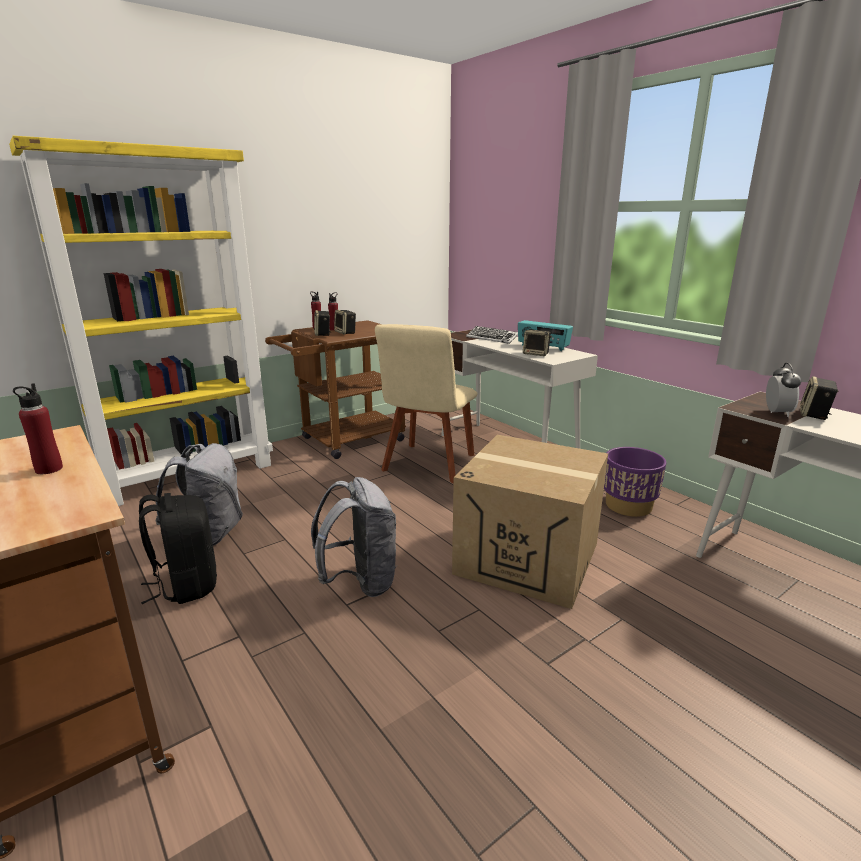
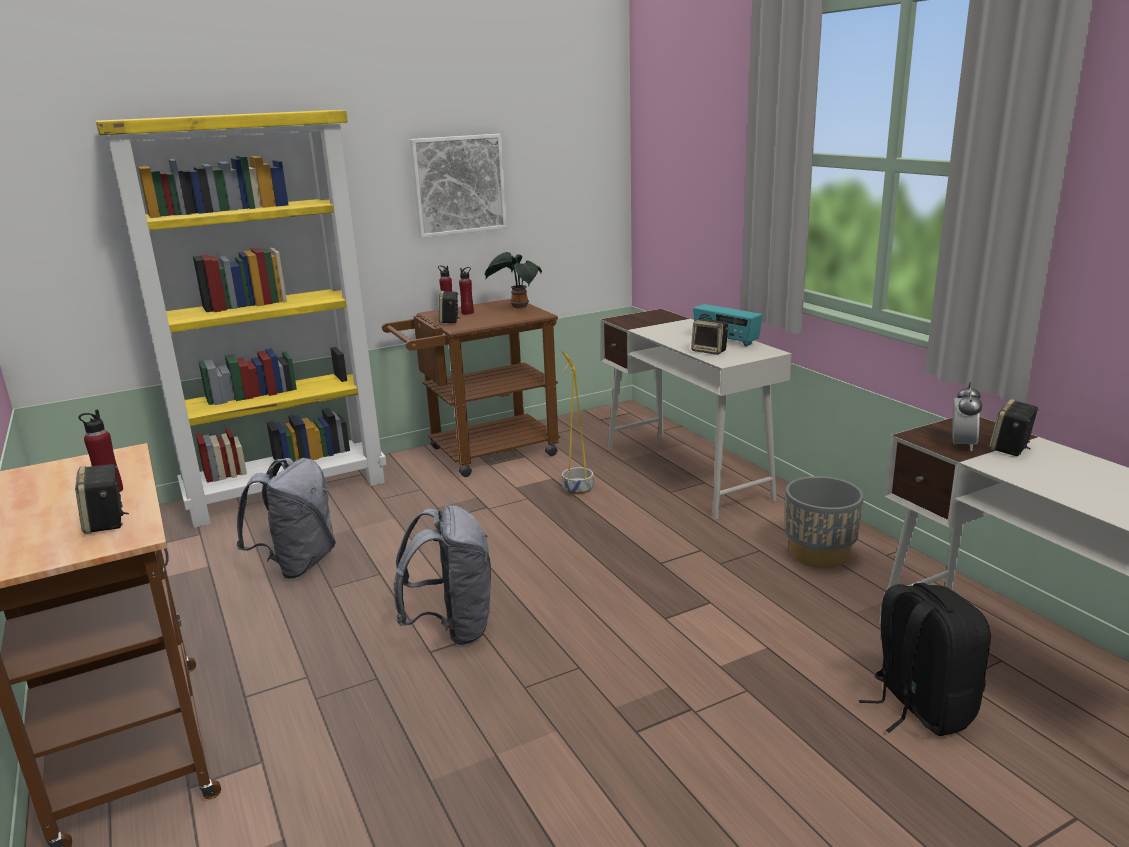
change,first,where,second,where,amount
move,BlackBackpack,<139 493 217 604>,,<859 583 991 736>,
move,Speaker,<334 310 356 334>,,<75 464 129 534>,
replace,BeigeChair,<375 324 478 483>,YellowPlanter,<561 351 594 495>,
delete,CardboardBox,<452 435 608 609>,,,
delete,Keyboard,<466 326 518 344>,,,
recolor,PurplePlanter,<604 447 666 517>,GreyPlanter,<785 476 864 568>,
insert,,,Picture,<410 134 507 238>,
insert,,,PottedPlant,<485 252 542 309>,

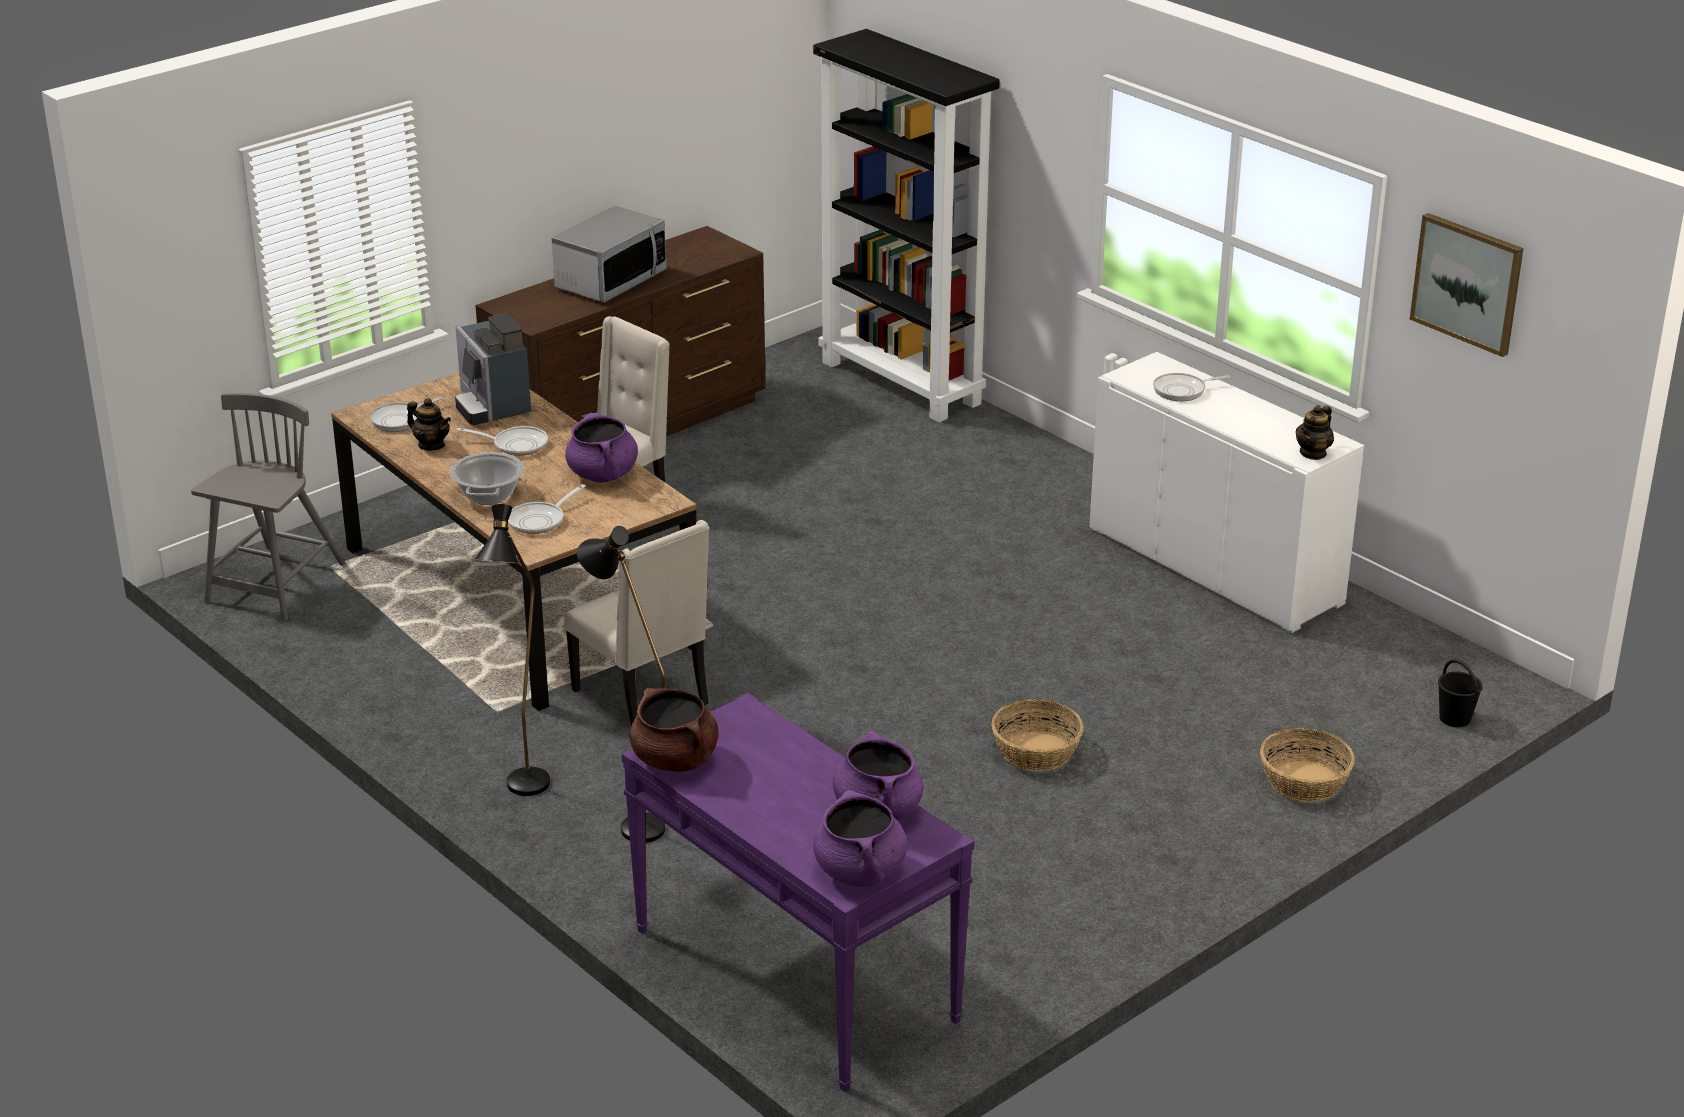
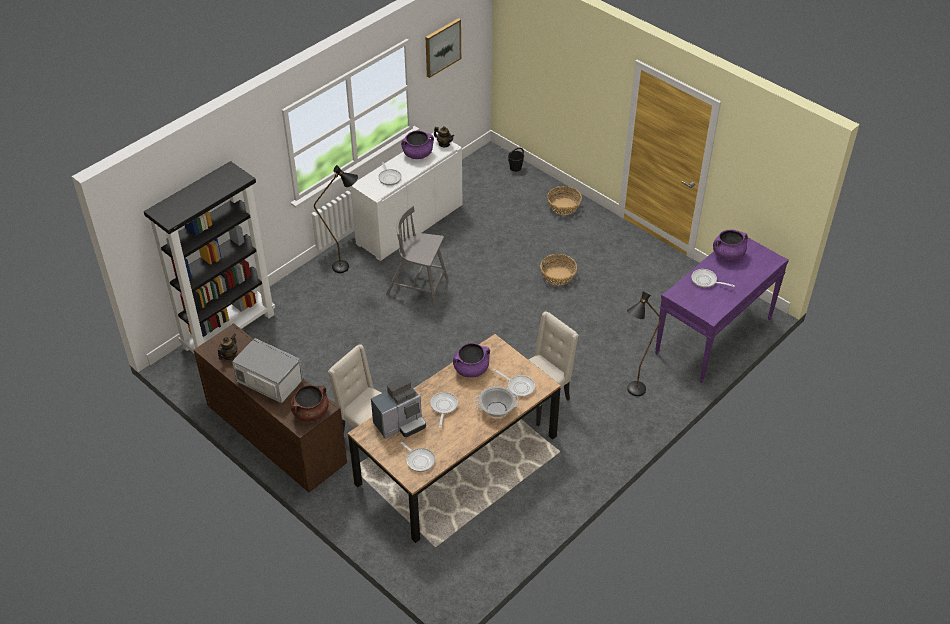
change,first,where,second,where,amount
move,GreyChair,<191 393 346 621>,,<386 205 448 306>,
move,Teapot,<407 398 451 450>,,<218 334 237 360>,
move,BlackFloorLamp,<474 504 550 796>,,<314 165 358 273>,
move,BrownCookingPot,<630 688 718 772>,,<290 385 329 422>,
move,PurpleCookingPot,<813 790 907 887>,,<401 131 434 159>,
insert,,,FryingPan,<691 269 735 287>,

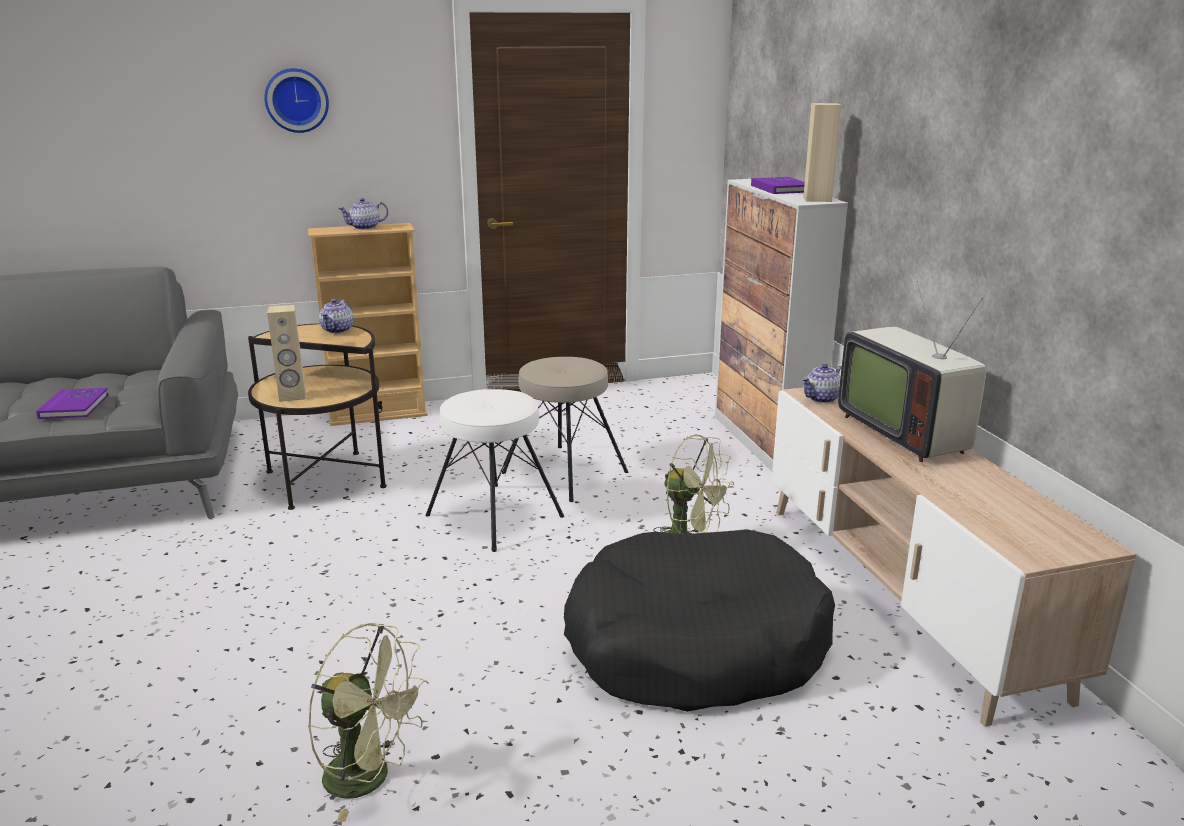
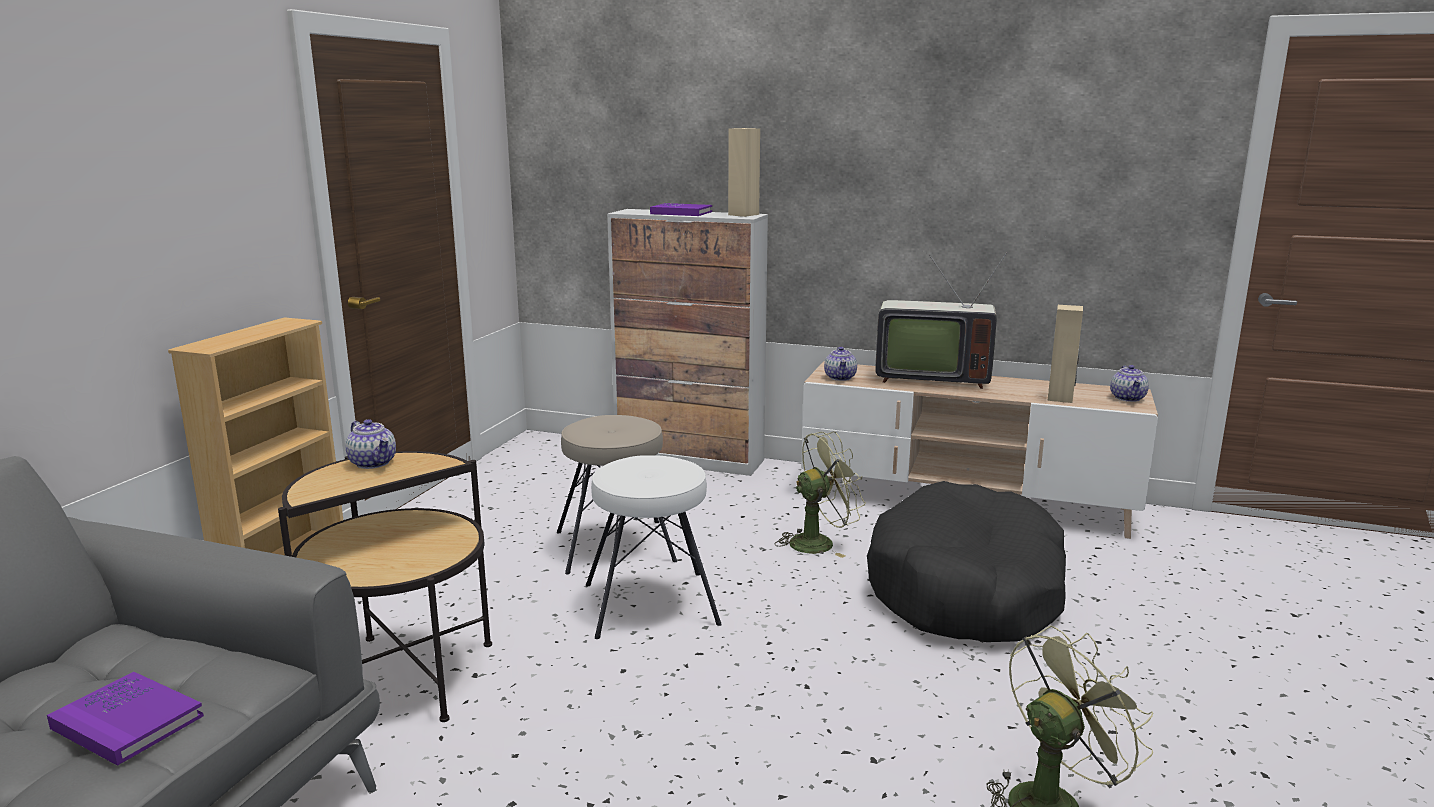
change,first,where,second,where,amount
delete,WallClock,<264 68 329 133>,,,
move,BeigeSpeaker,<267 305 306 402>,,<1047 305 1083 403>,
move,Teapot,<338 198 388 230>,,<1110 365 1149 402>,

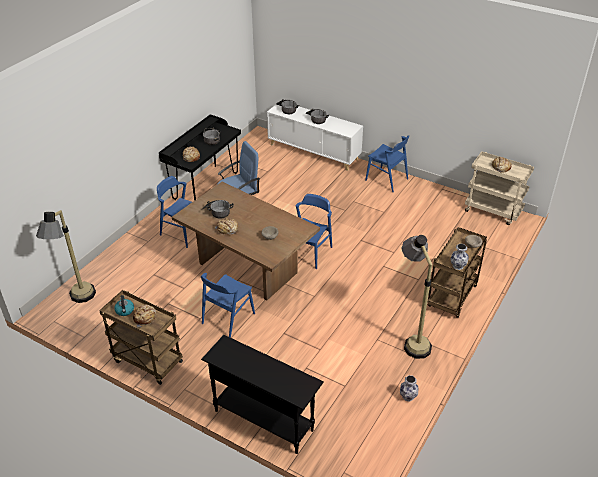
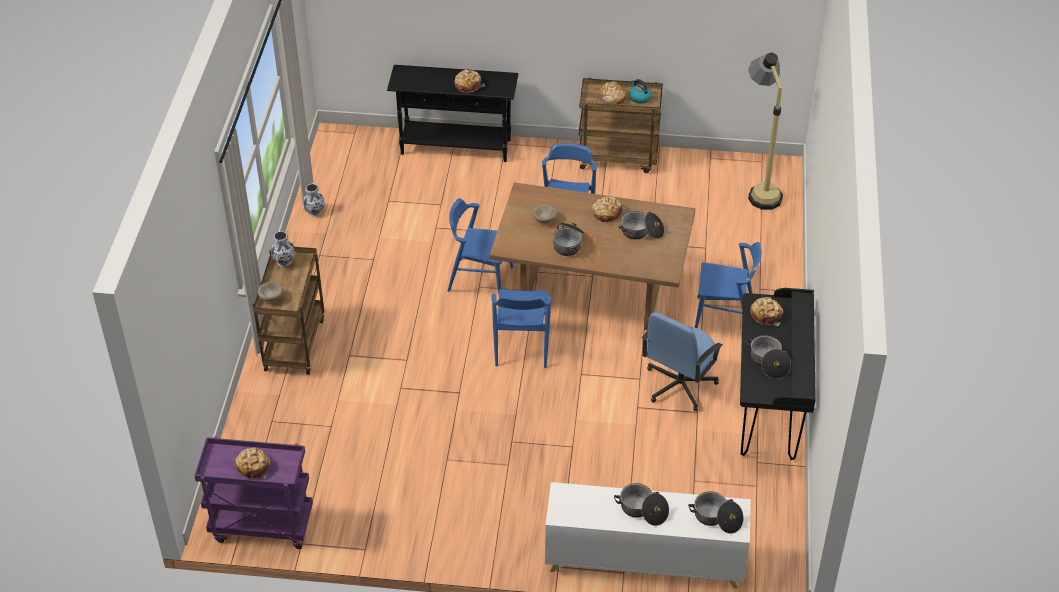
change,first,where,second,where,amount
move,BlueChair,<365 136 409 192>,,<448 198 513 293>,
delete,FloorLamp,<401 235 432 359>,,,
recolor,BeigeCart,<465 151 534 225>,PurpleCart,<194 437 313 549>,
insert,,,Bread,<454 70 485 93>,
insert,,,CookingPot,<553 223 585 256>,

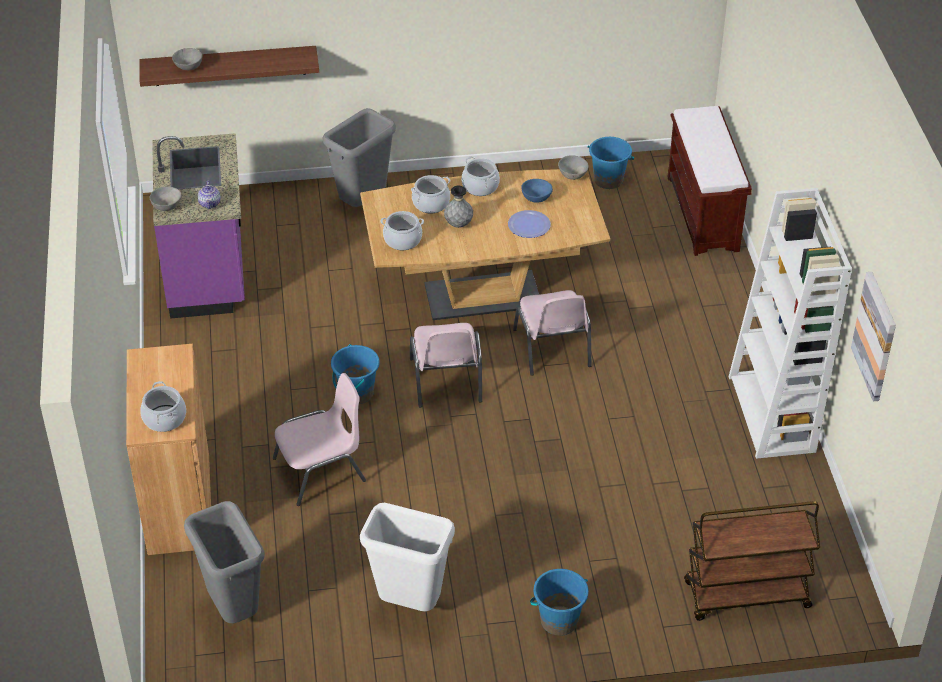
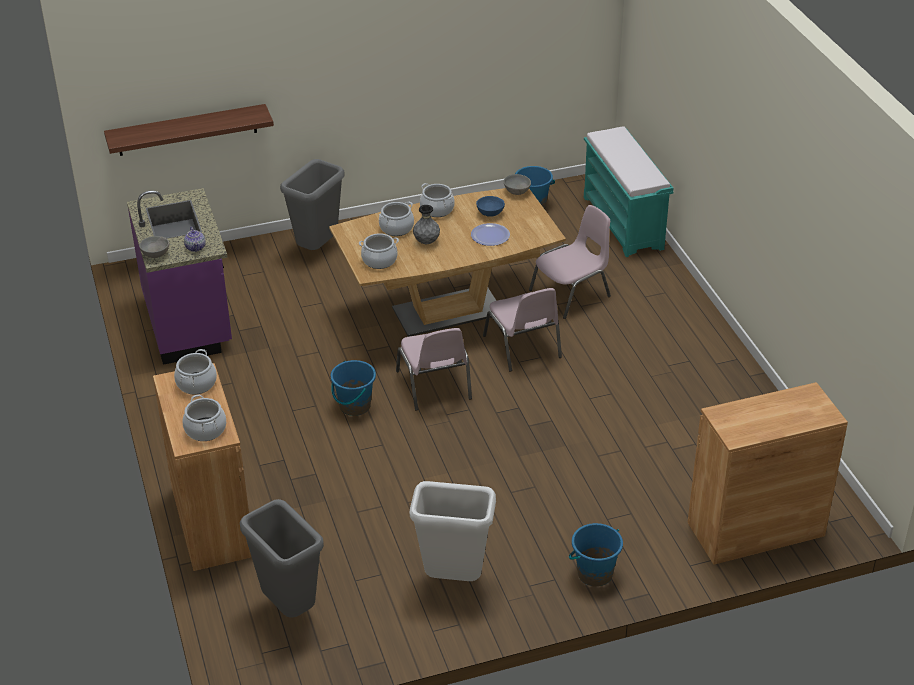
change,first,where,second,where,amount
delete,GreyBowl,<172 48 202 70>,,,
move,PinkChair,<273 373 366 506>,,<529 205 611 319>,
recolor,BrownBench,<667 106 752 256>,TurquoiseBench,<584 126 674 257>,
replace,BrownCart,<684 501 820 621>,BrownCabinet,<688 382 848 565>,
delete,WhiteBookcase,<729 188 852 459>,,,
delete,Picture,<851 272 896 402>,,,
insert,,,CookingPot,<174 349 217 394>,

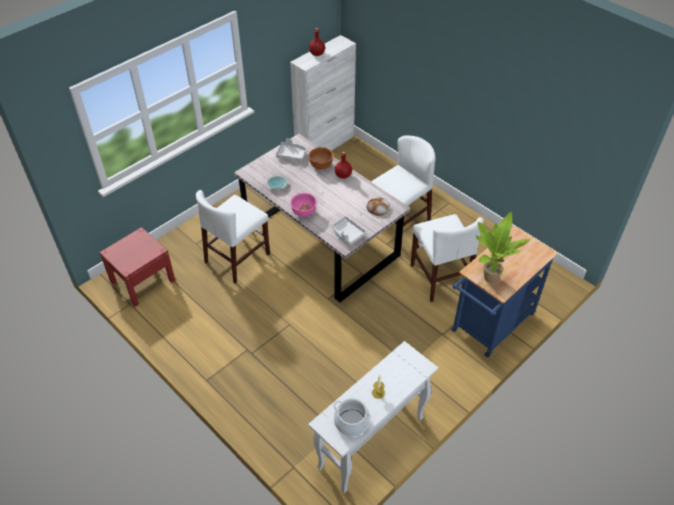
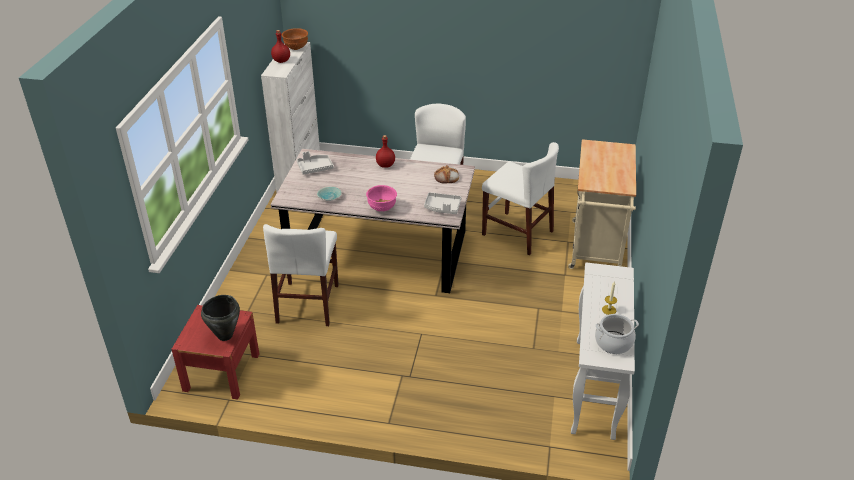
change,first,where,second,where,amount
move,BrownBowl,<309 147 333 170>,,<282 28 308 50>,
recolor,BlueCart,<451 226 558 357>,BeigeCart,<568 139 636 269>,
delete,PottedPlant,<476 212 530 283>,,,
insert,,,BlackCookingPot,<201 295 240 341>,

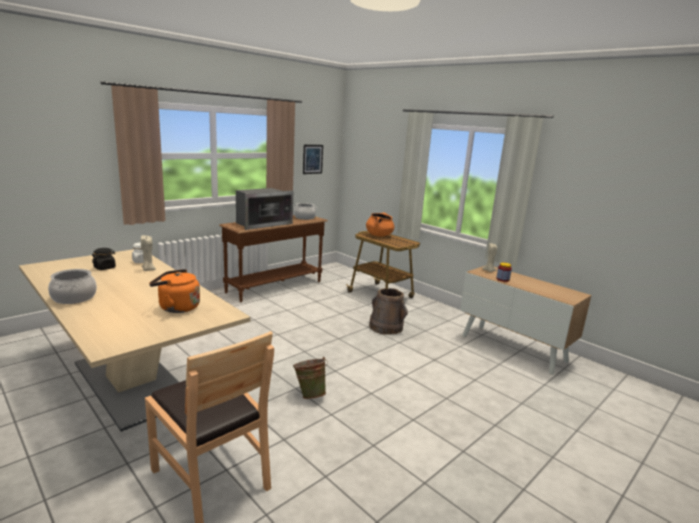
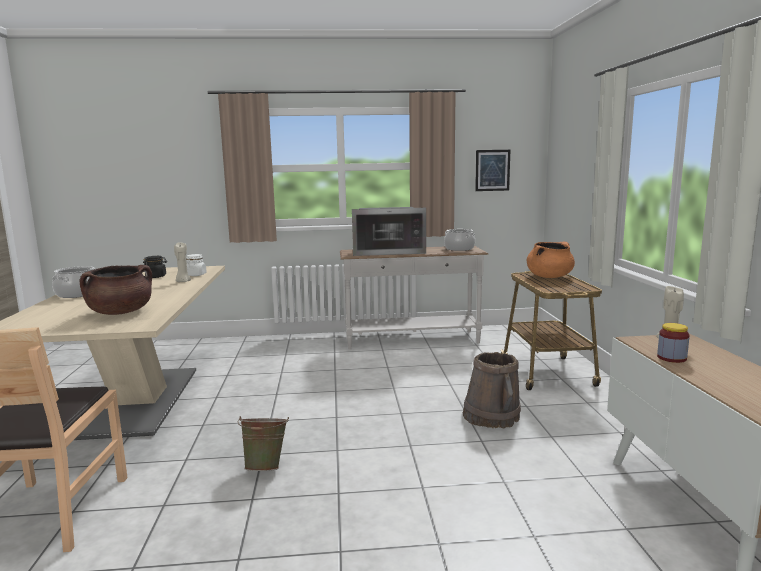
change,first,where,second,where,amount
replace,OrangeKettle,<149 269 200 313>,BrownCookingPot,<80 265 152 315>,
recolor,BrownConsoleTable,<219 215 328 302>,WhiteConsoleTable,<340 246 488 350>,

